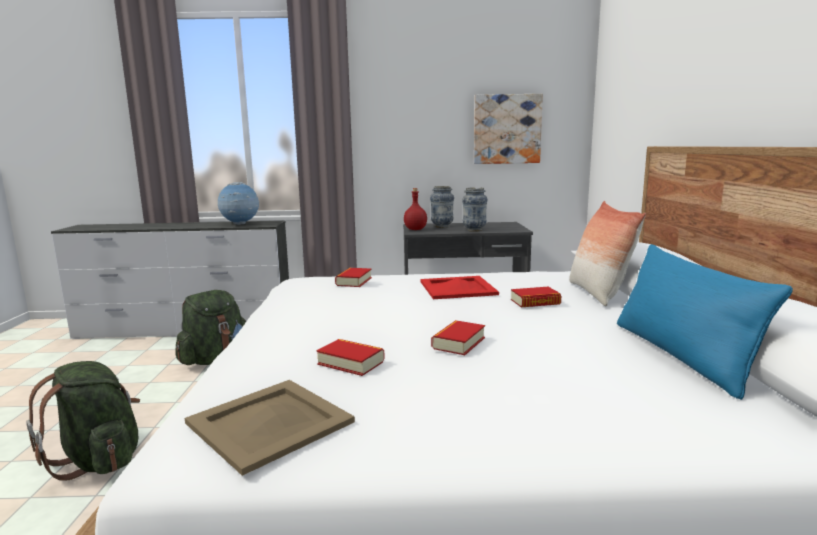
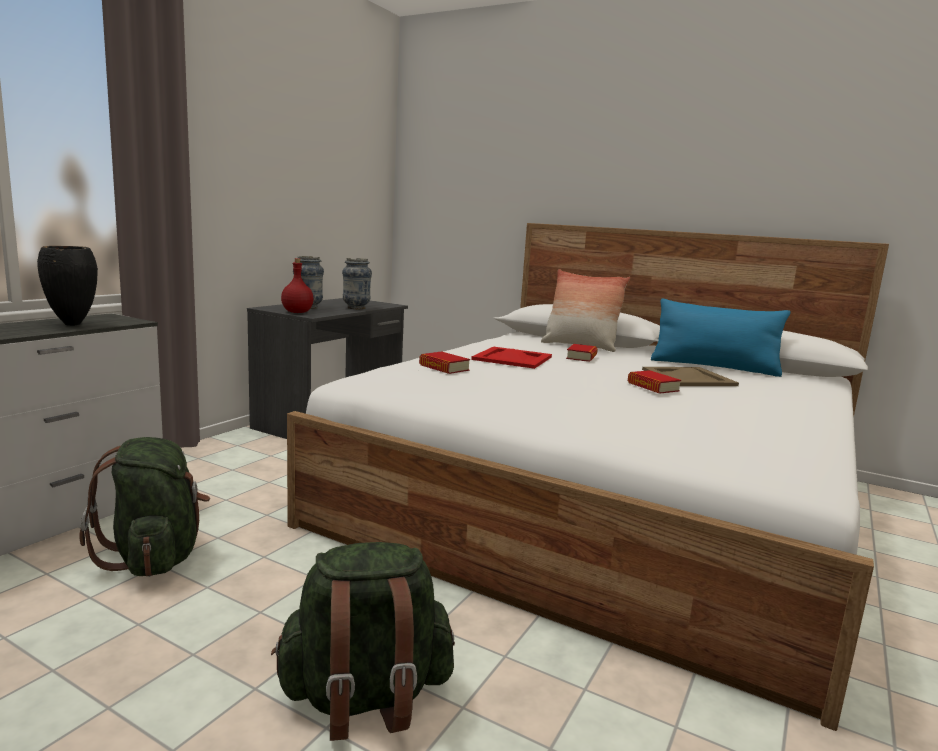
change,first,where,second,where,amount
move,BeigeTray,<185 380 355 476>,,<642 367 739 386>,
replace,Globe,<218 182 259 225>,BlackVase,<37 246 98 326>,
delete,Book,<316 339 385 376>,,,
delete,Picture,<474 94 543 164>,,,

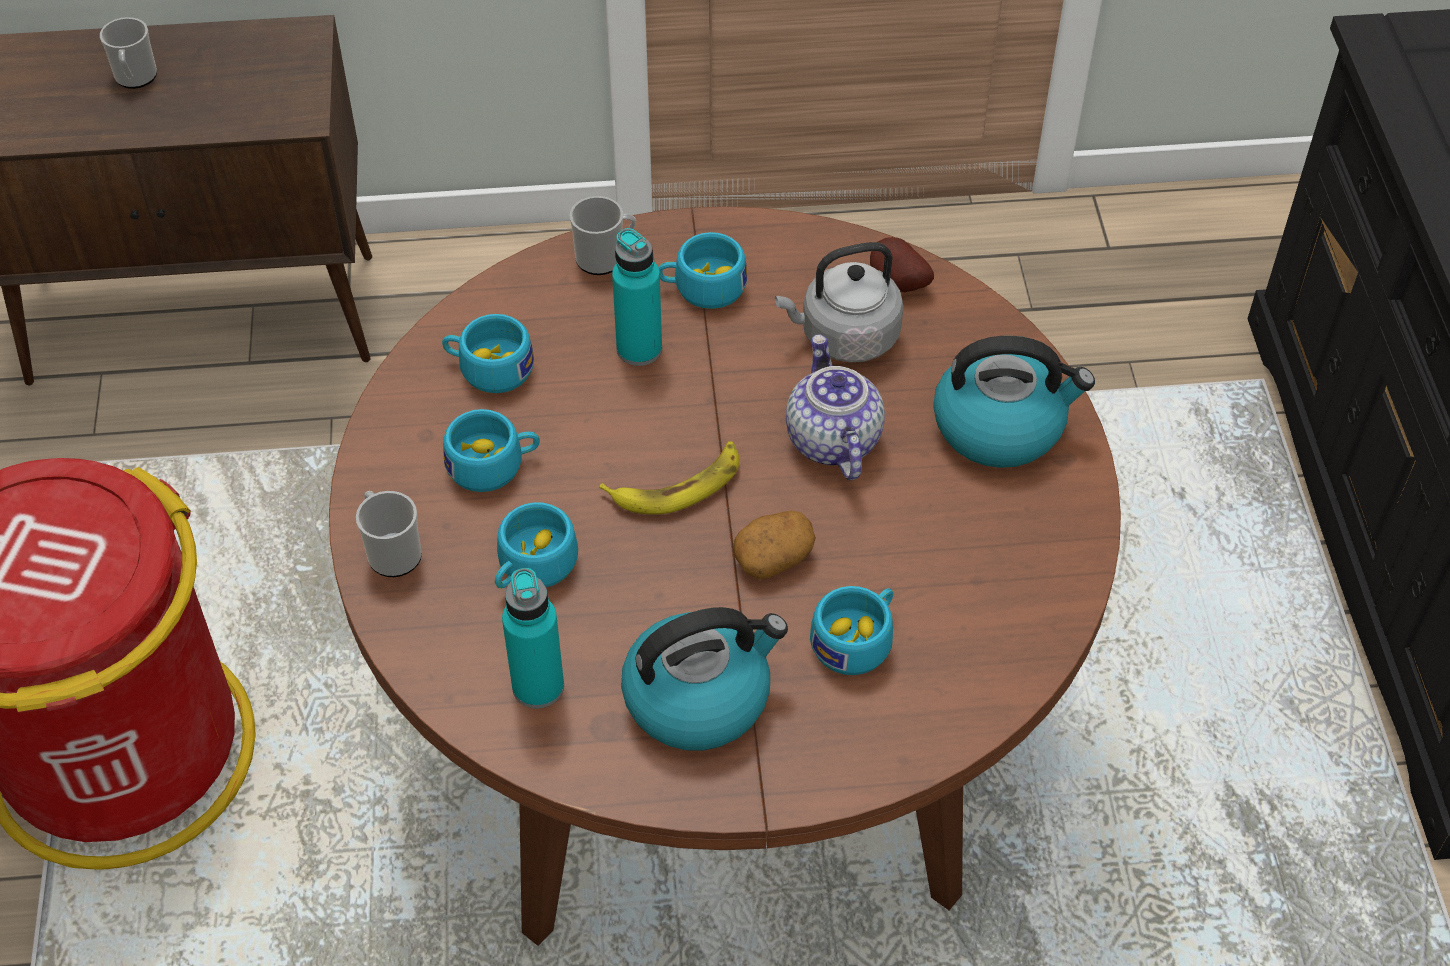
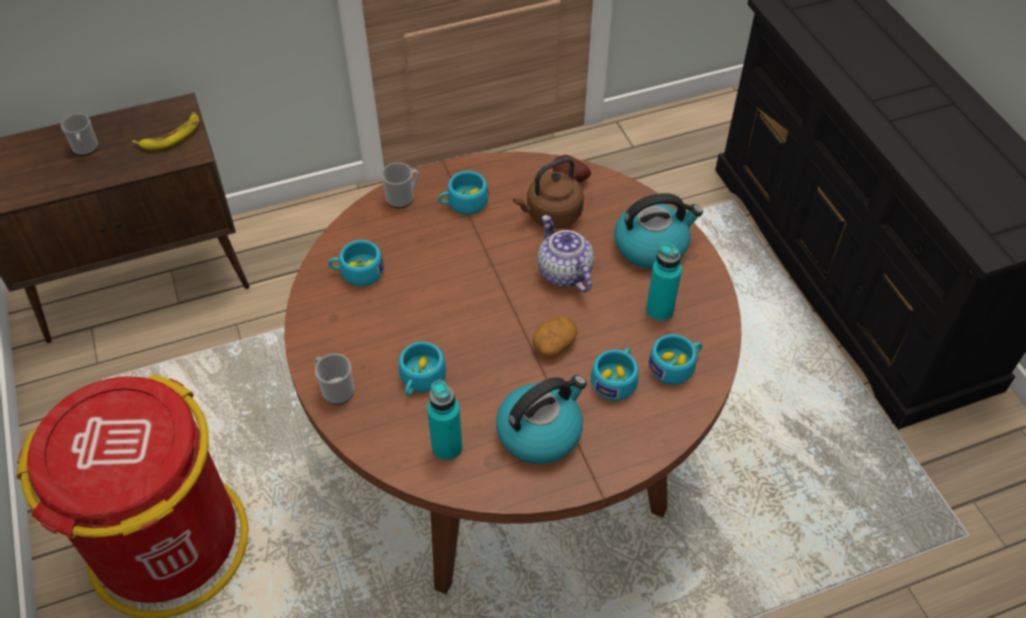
change,first,where,second,where,amount
move,TurquoiseCup,<443 409 540 492>,,<649 334 702 385>,
move,Banana,<599 441 739 515>,,<132 112 199 150>,
move,TurquoiseBottle,<612 228 662 366>,,<646 242 682 322>,
recolor,GreyKettle,<775 242 904 362>,BrownKettle,<513 157 584 228>,

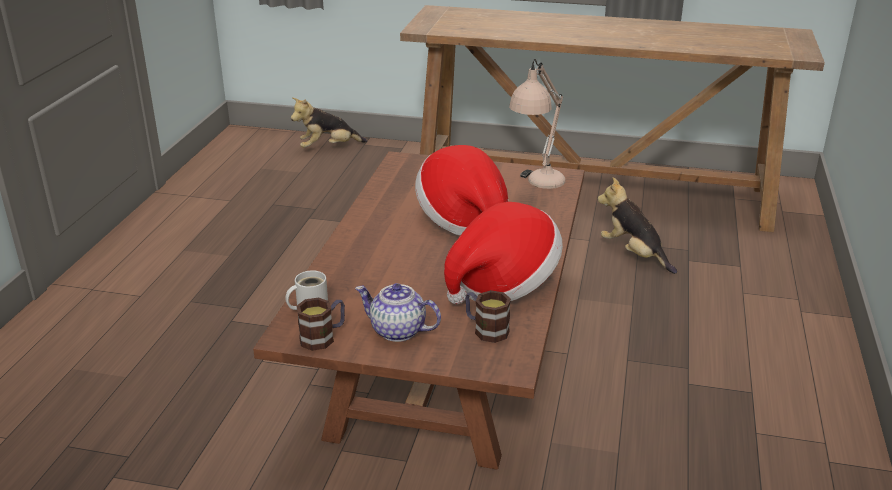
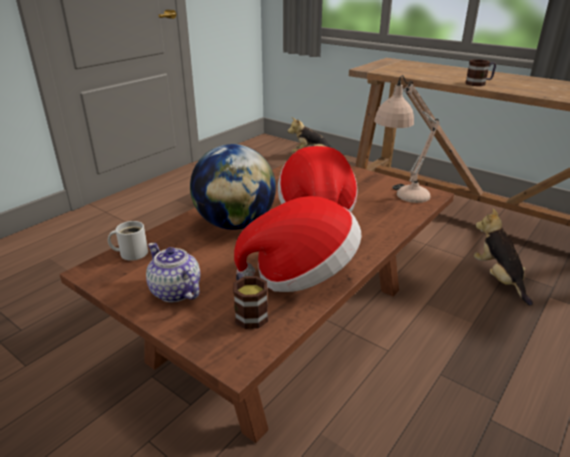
change,first,where,second,where,amount
move,Mug,<296 298 345 351>,,<465 59 496 86>,
insert,,,Globe,<190 144 276 230>,

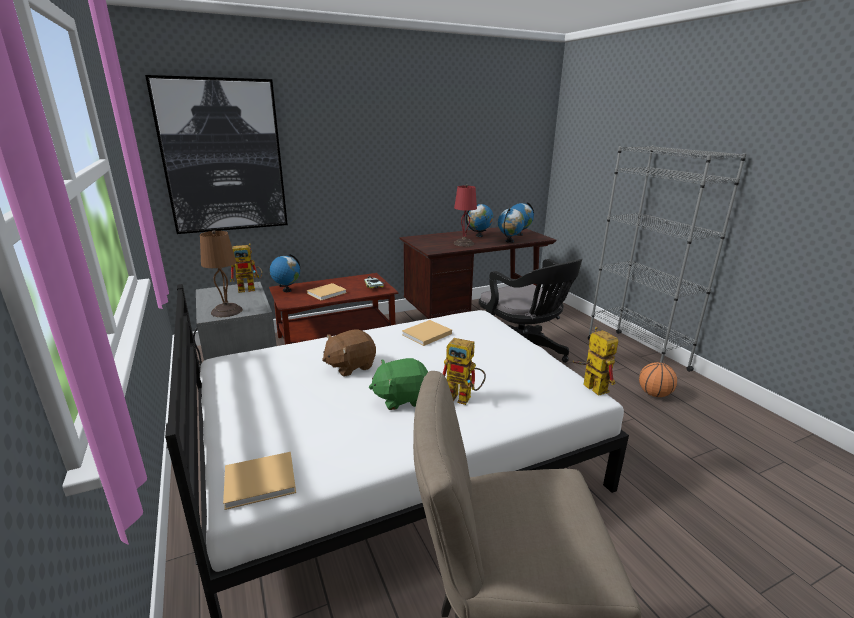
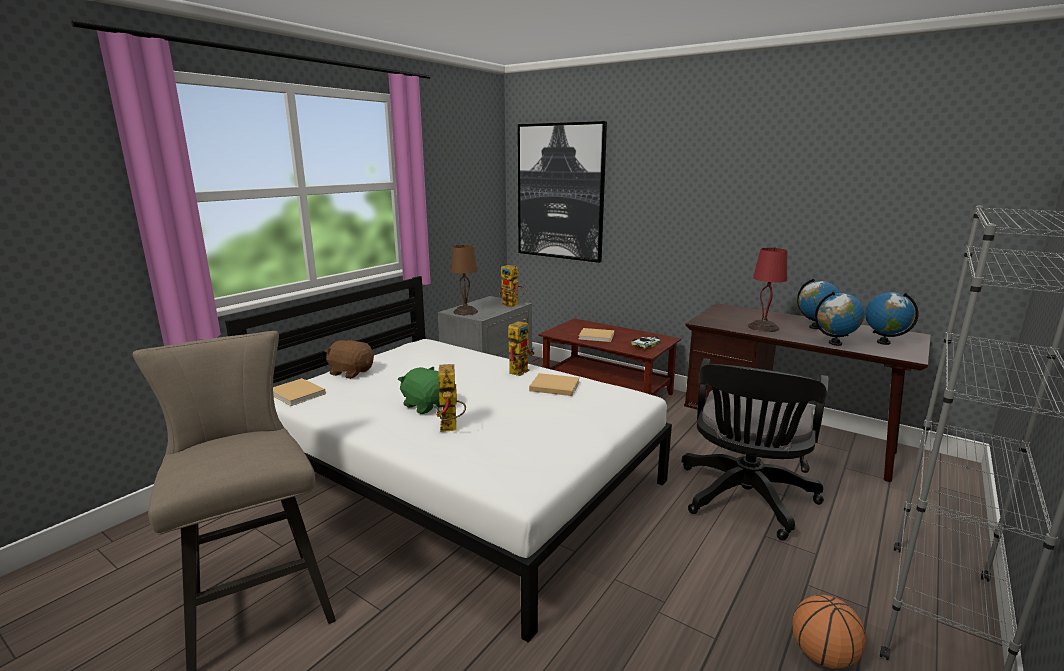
change,first,where,second,where,amount
delete,Globe,<270 254 300 292>,,,
move,BrownPlushToy,<322 330 376 377>,,<324 339 374 379>,
move,ToyRobot,<573 327 618 396>,,<508 318 535 376>,

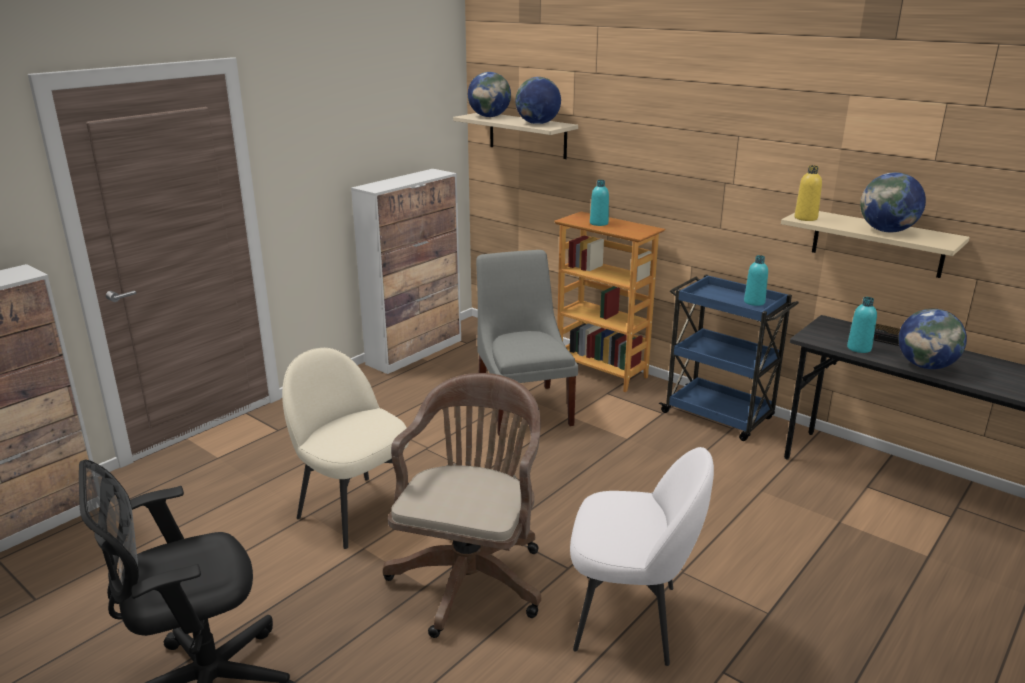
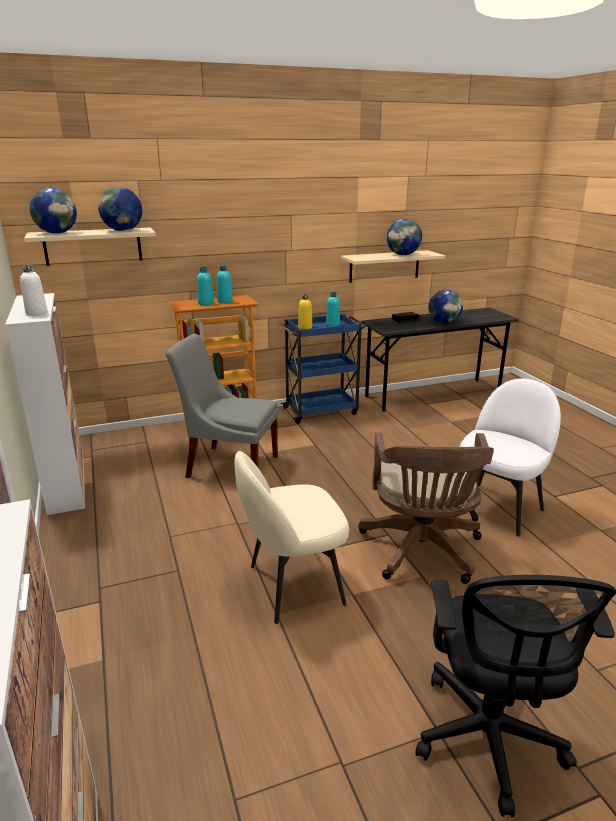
change,first,where,second,where,amount
rotate,BrownOfficeChair,<383 373 541 638>,,<358 432 494 584>,135 degrees counterclockwise
move,YellowBottle,<794 165 822 221>,,<298 294 312 329>,
move,TurquoiseBottle,<847 297 877 353>,,<217 265 233 304>,
insert,,,WhiteBottle,<20 265 47 316>,

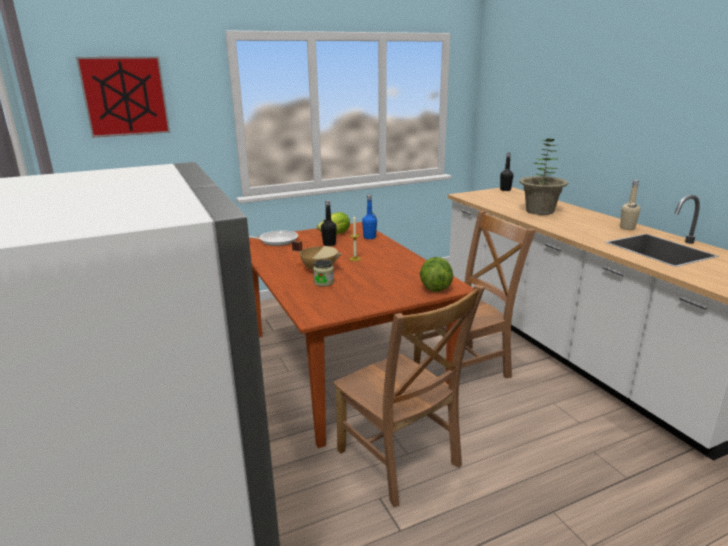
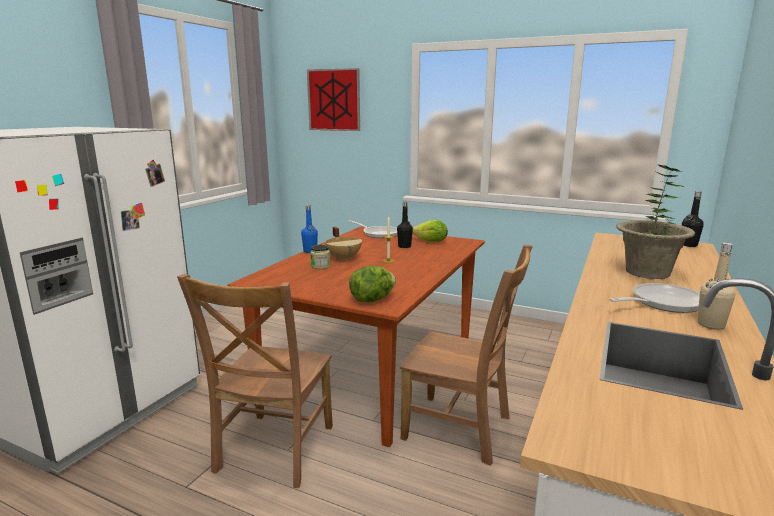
change,first,where,second,where,amount
move,BlueBottle,<362 195 377 239>,,<301 205 318 253>,
insert,,,FryingPan,<609 283 700 313>,

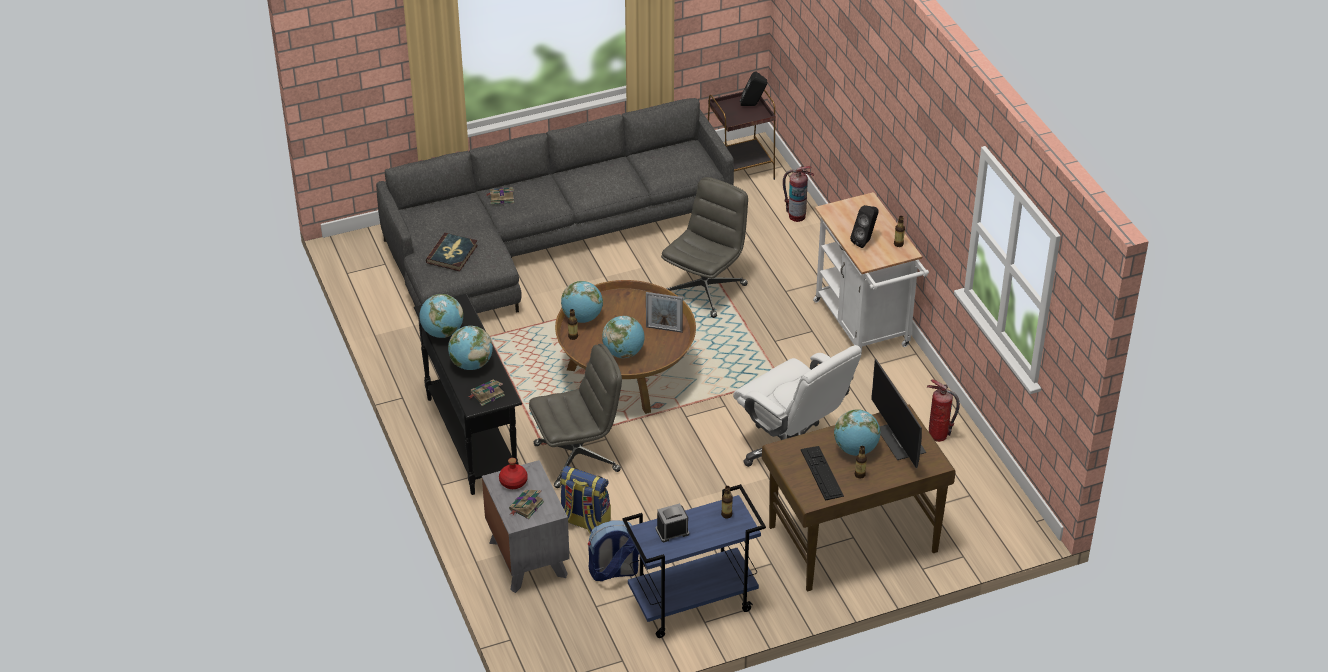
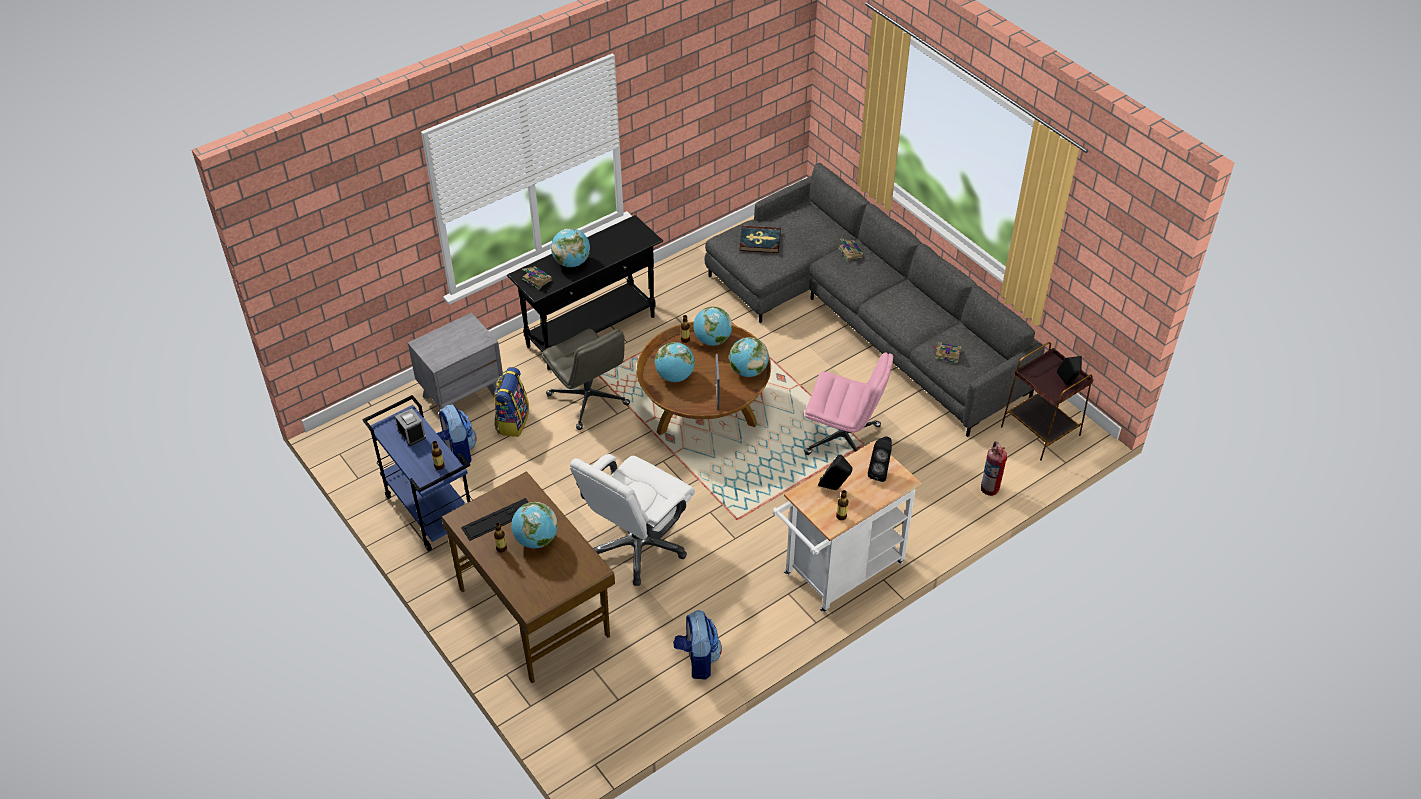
change,first,where,second,where,amount
move,Globe,<419 294 463 338>,,<729 337 769 377>,
delete,RedBottle,<499 458 528 489>,,,
move,Book,<509 490 544 519>,,<934 342 962 363>,
recolor,GreyOfficeChair,<661 177 748 318>,PinkOfficeChair,<804 352 893 455>,
delete,Monitor,<871 359 926 468>,,,
replace,FireExtinguisher,<927 380 960 442>,Backpack,<673 610 722 680>,
insert,,,BlackSpeaker,<868 436 892 482>,

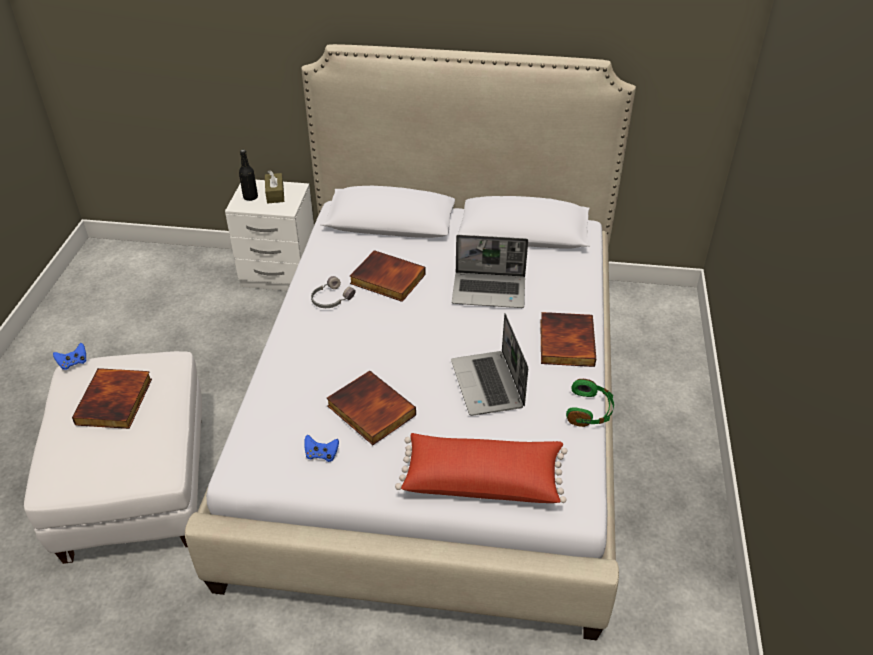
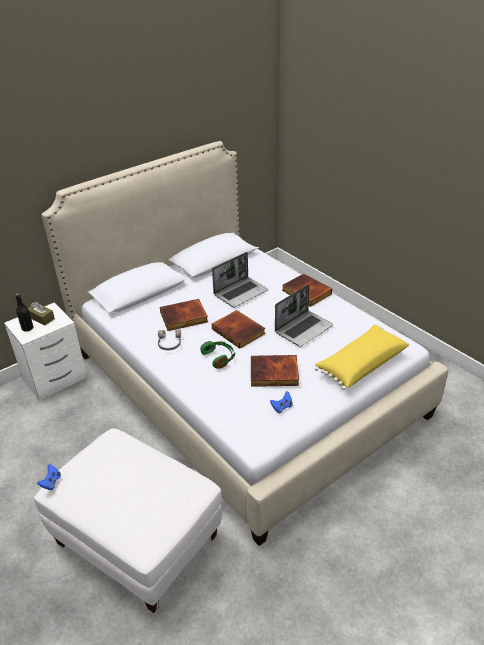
change,first,where,second,where,amount
move,Book,<72 368 152 429>,,<212 310 265 349>,
recolor,RedPillow,<395 433 568 503>,YellowPillow,<315 325 410 390>,
rotate,Laptop,<451 313 528 416>,,<275 284 333 347>,75 degrees counterclockwise
move,GreenHeadphones,<566 379 614 427>,,<200 341 235 369>,

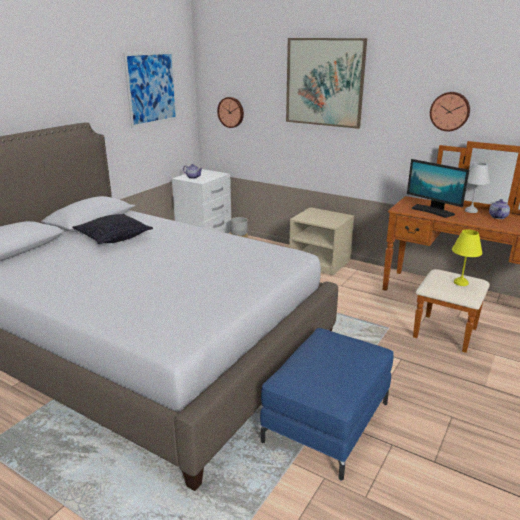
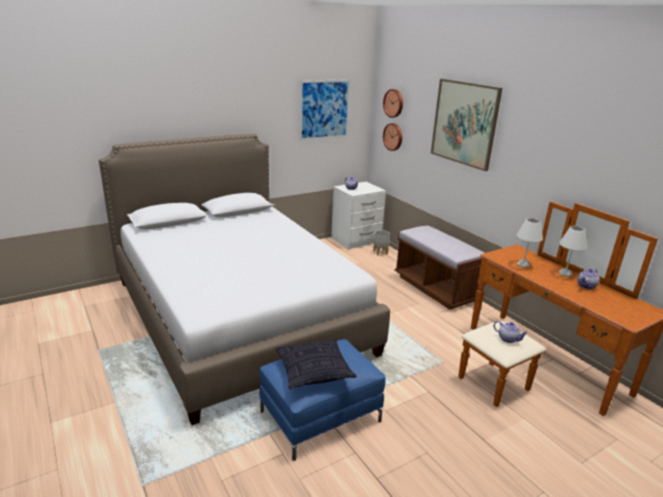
change,first,where,second,where,amount
move,Pillow,<73 214 153 244>,,<275 339 357 389>,
replace,BeigeNightstand,<289 207 354 275>,BrownBench,<395 225 485 310>,
replace,Monitor,<407 159 469 218>,WhiteTableLamp,<517 218 543 268>,
move,WallClock,<430 92 470 131>,,<383 89 403 118>,
replace,YellowTableLamp,<452 229 482 286>,Teapot,<494 321 528 343>,

